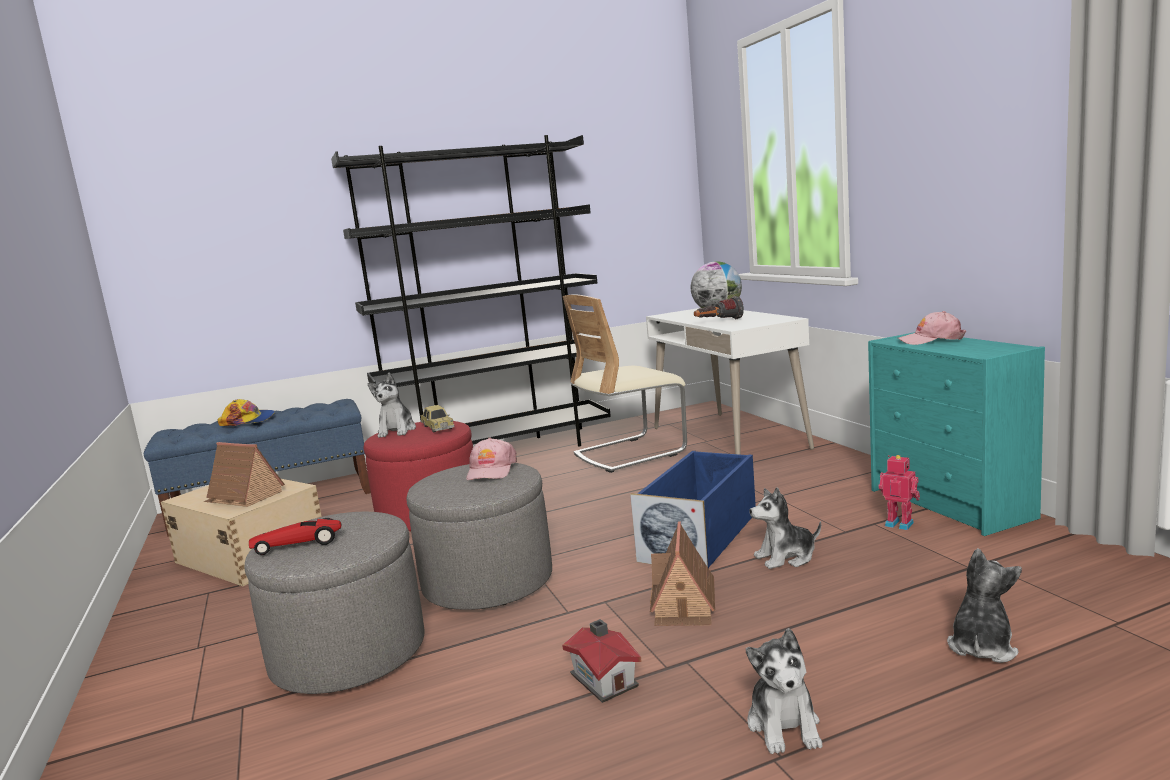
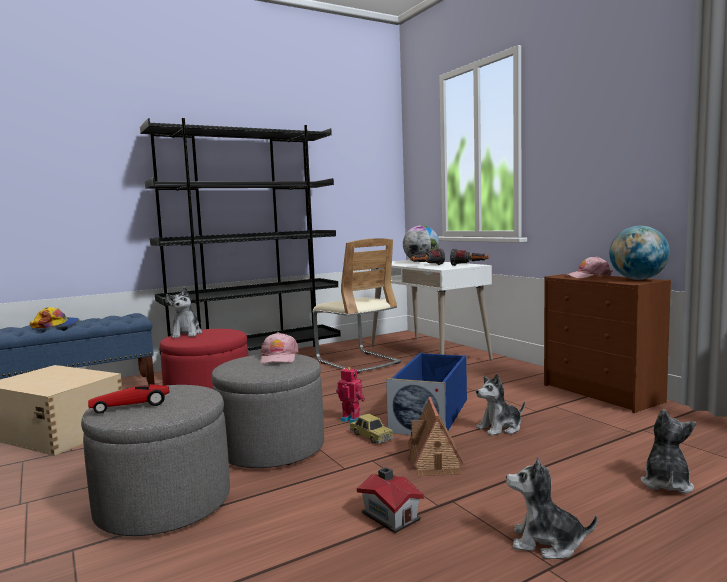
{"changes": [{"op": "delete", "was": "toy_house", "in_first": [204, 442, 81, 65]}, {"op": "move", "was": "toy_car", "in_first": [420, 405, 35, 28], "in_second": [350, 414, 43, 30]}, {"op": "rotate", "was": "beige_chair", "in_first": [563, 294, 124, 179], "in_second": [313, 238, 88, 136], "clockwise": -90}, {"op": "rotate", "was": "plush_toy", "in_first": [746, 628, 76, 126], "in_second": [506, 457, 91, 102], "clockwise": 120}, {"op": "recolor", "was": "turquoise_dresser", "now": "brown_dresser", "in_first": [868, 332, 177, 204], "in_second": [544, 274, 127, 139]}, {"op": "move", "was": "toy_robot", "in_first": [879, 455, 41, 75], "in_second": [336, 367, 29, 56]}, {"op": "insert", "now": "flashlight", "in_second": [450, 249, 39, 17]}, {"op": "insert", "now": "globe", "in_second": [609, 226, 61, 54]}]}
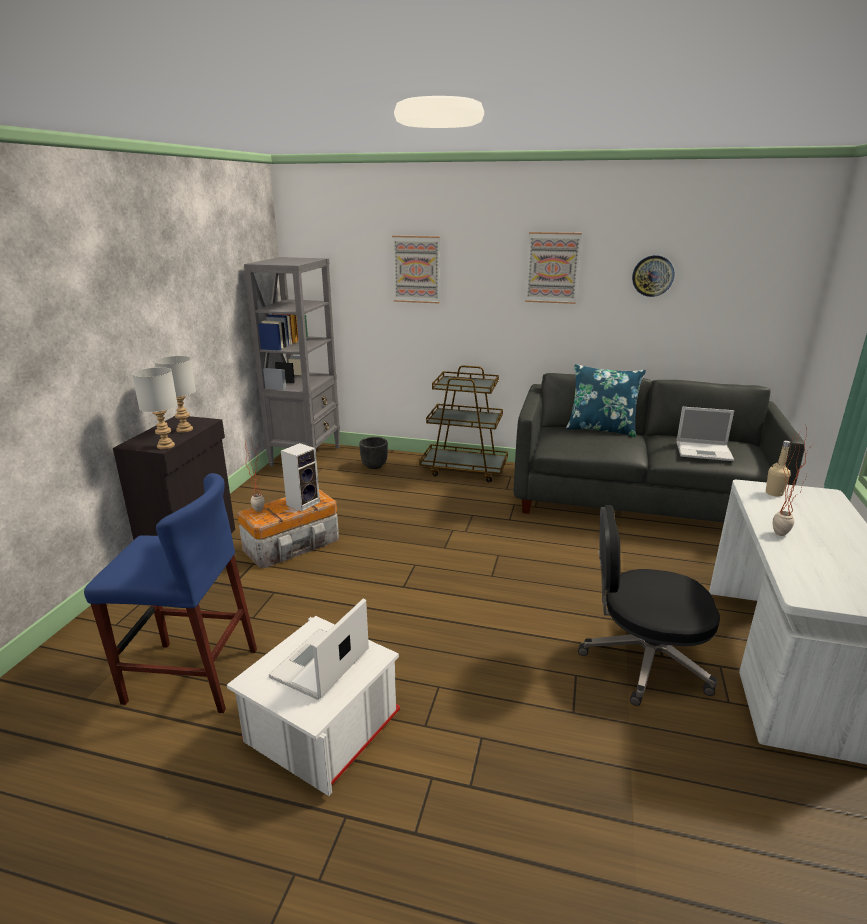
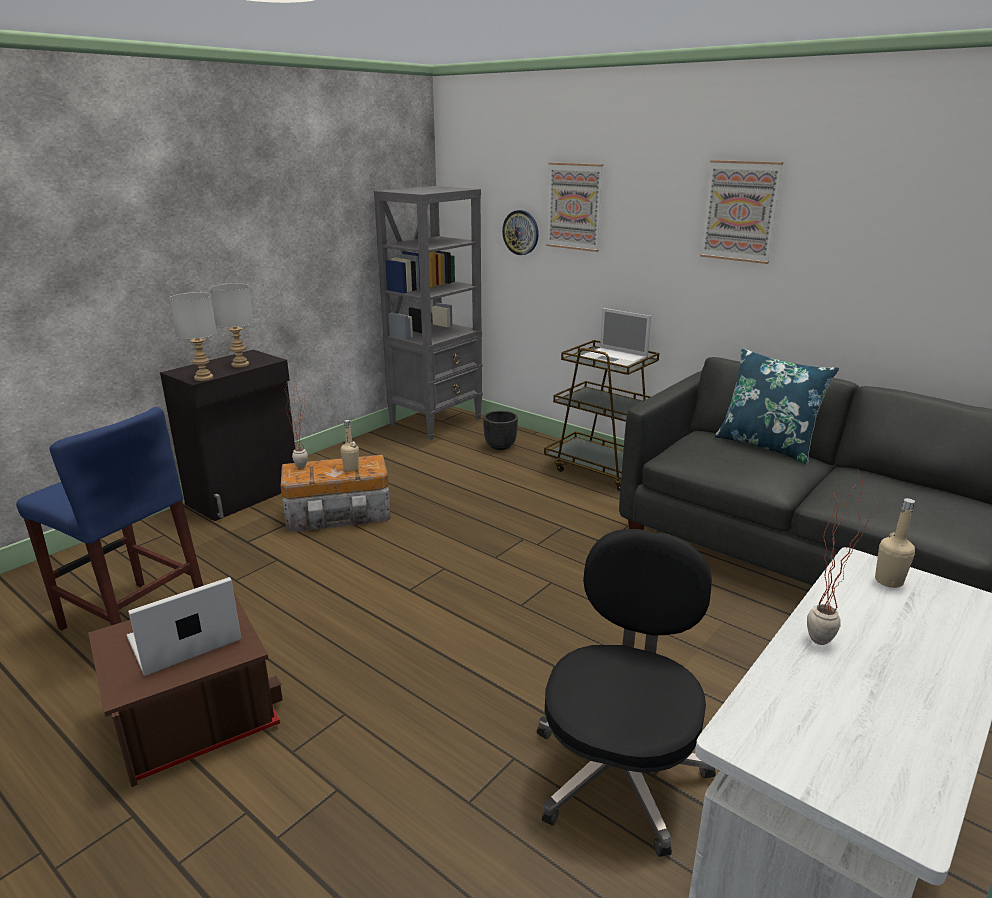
{"changes": [{"op": "recolor", "was": "white_storage_box", "now": "brown_storage_box", "in_first": [227, 616, 173, 180], "in_second": [88, 591, 195, 196]}, {"op": "replace", "was": "speaker", "now": "beige_bottle", "in_first": [281, 443, 39, 69], "in_second": [340, 420, 19, 52]}, {"op": "rotate", "was": "black_office_chair", "in_first": [578, 505, 142, 201], "in_second": [537, 529, 179, 328], "clockwise": 75}, {"op": "move", "was": "wall_clock", "in_first": [632, 255, 42, 42], "in_second": [502, 210, 37, 45]}, {"op": "move", "was": "laptop", "in_first": [677, 407, 57, 54], "in_second": [579, 308, 72, 61]}]}
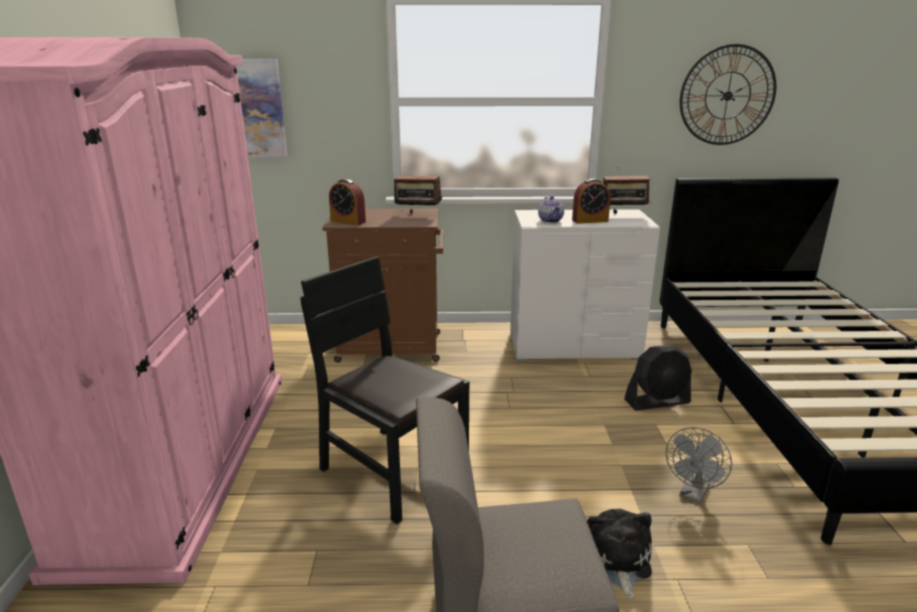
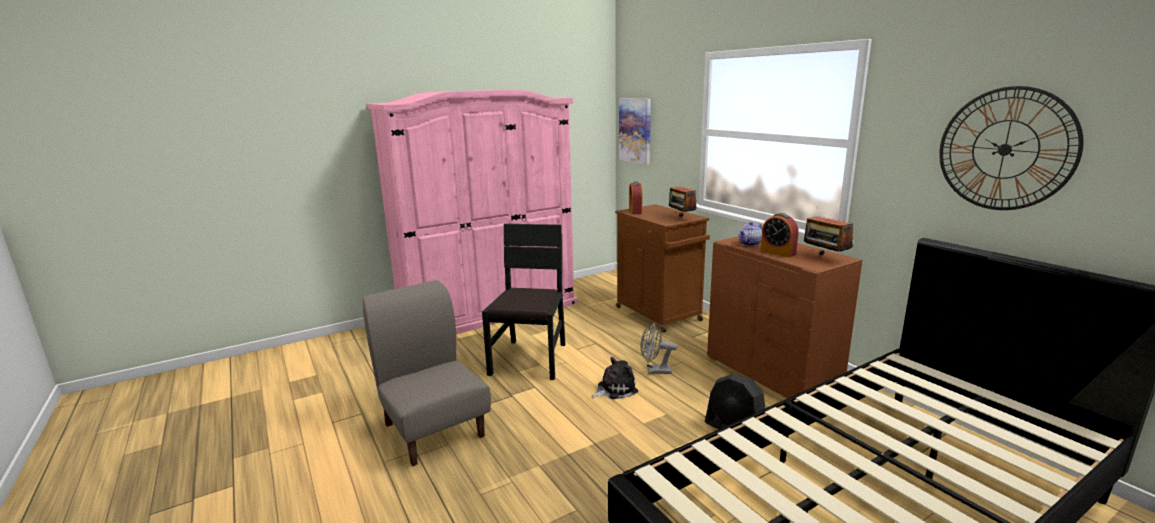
{"changes": [{"op": "recolor", "was": "white_dresser", "now": "brown_dresser", "in_first": [510, 209, 150, 152], "in_second": [707, 236, 155, 162]}, {"op": "move", "was": "plush_toy", "in_first": [587, 509, 65, 90], "in_second": [592, 357, 46, 42]}, {"op": "move", "was": "grey_fan", "in_first": [666, 427, 66, 77], "in_second": [641, 323, 36, 51]}]}
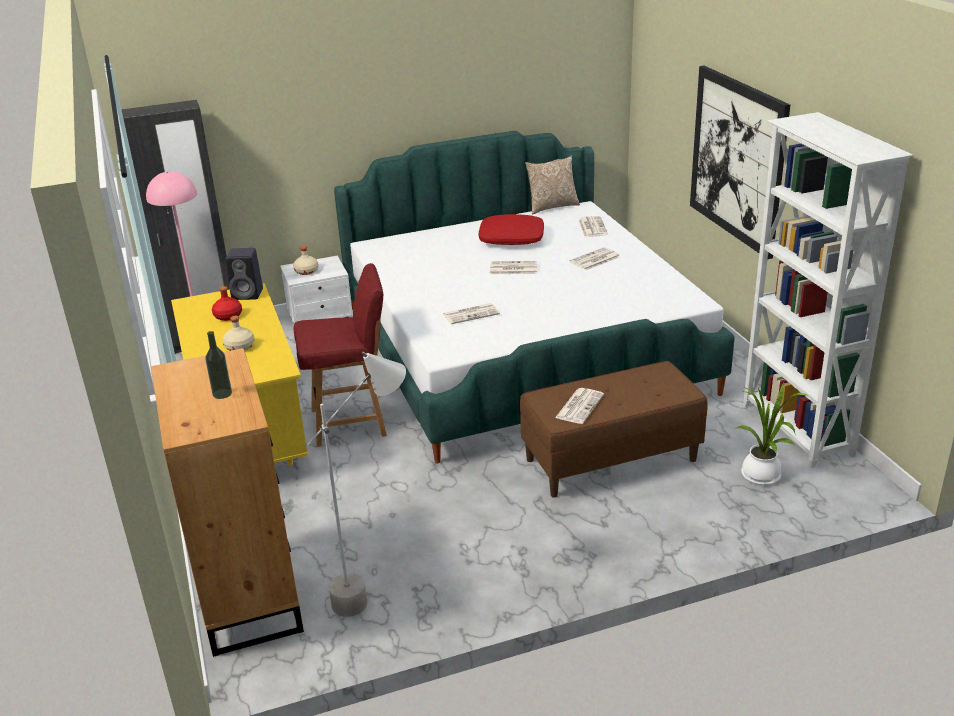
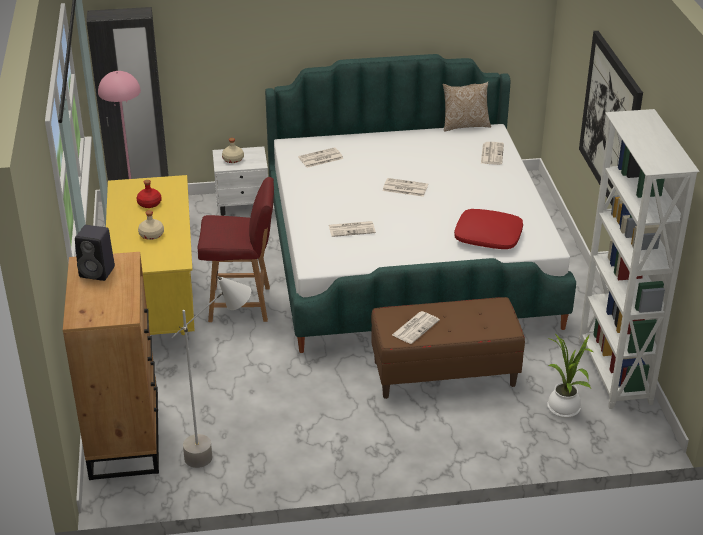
{"changes": [{"op": "delete", "was": "bottle", "in_first": [205, 331, 27, 68]}, {"op": "move", "was": "black_speaker", "in_first": [226, 248, 37, 52], "in_second": [75, 225, 40, 56]}, {"op": "move", "was": "red_pillow", "in_first": [478, 214, 66, 31], "in_second": [454, 209, 69, 40]}, {"op": "move", "was": "newspaper", "in_first": [570, 247, 50, 23], "in_second": [298, 147, 46, 21]}]}
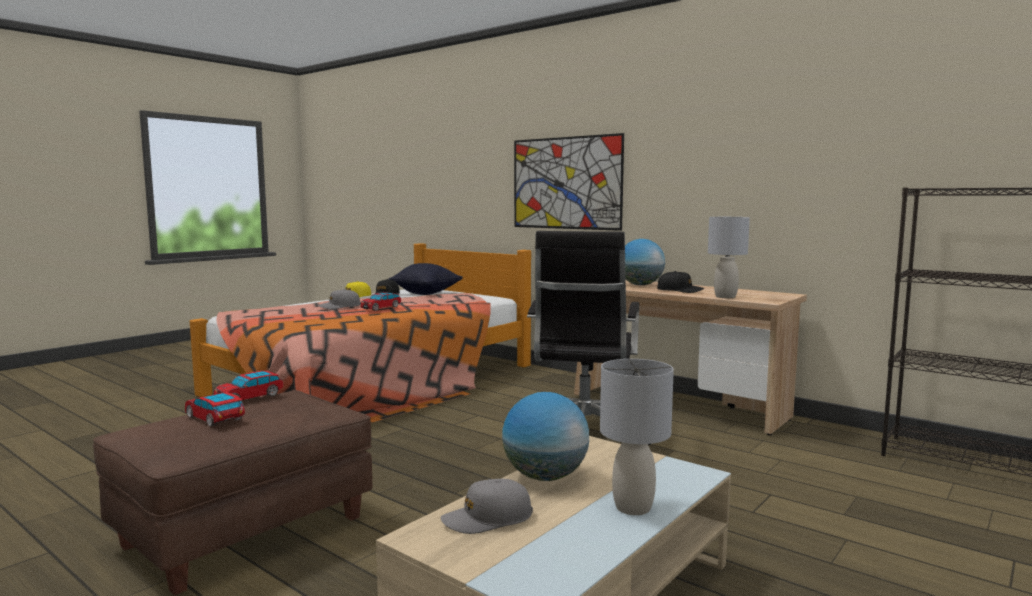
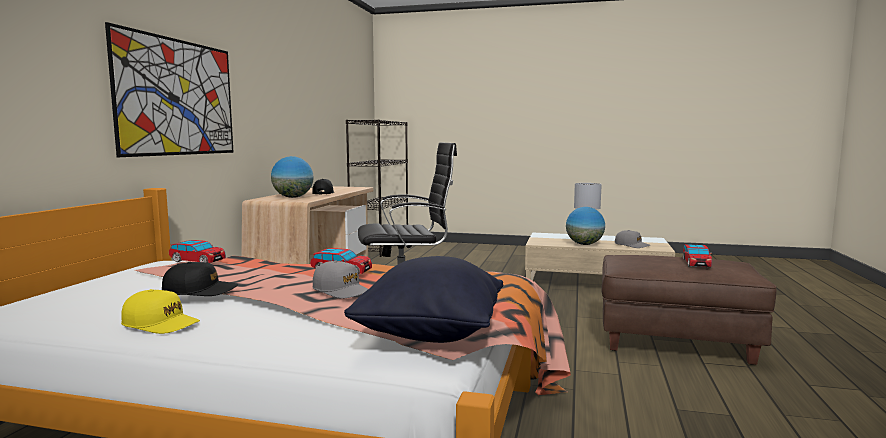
{"changes": [{"op": "move", "was": "toy_car", "in_first": [214, 371, 69, 30], "in_second": [169, 240, 57, 23]}, {"op": "move", "was": "black_pillow", "in_first": [389, 263, 74, 32], "in_second": [344, 256, 159, 87]}, {"op": "delete", "was": "grey_table_lamp", "in_first": [708, 217, 42, 81]}]}
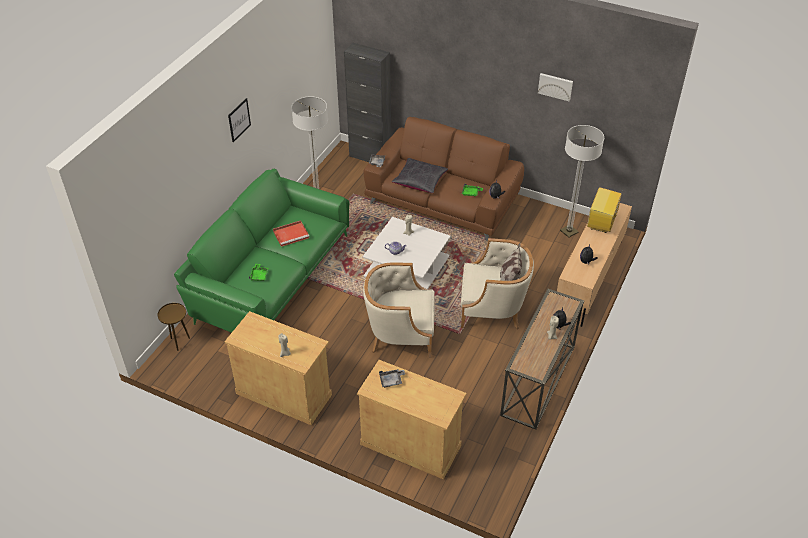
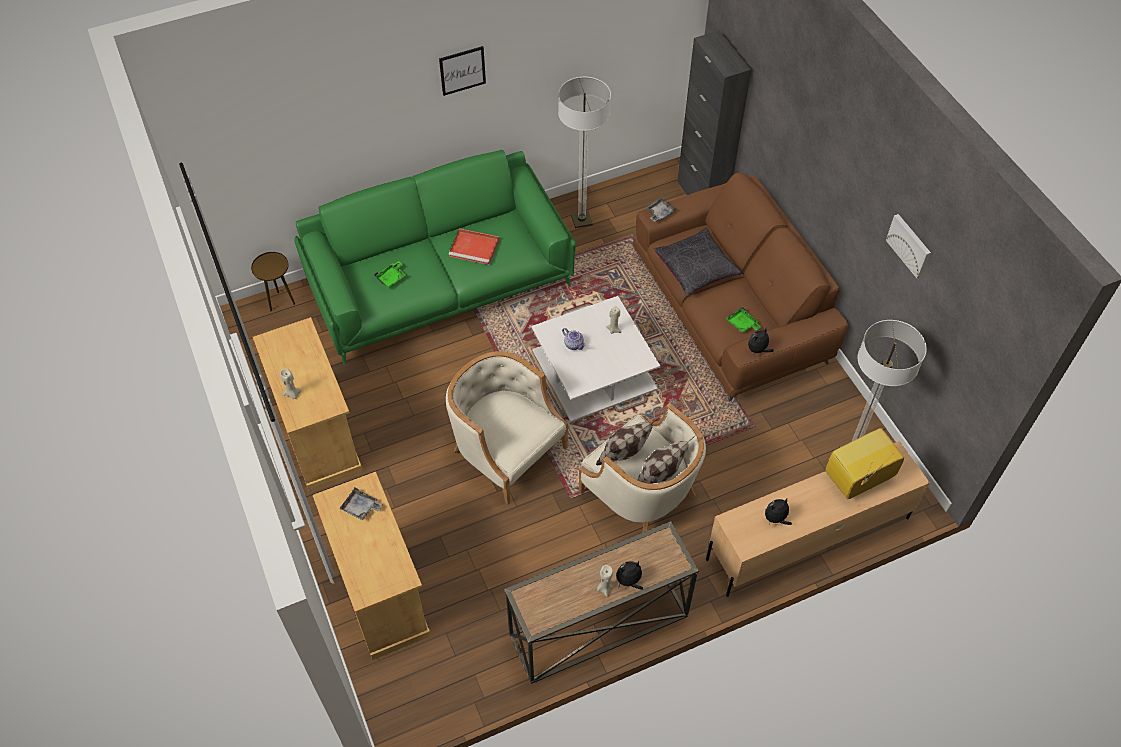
{"changes": [{"op": "insert", "now": "pillow", "in_second": [596, 418, 63, 47]}]}
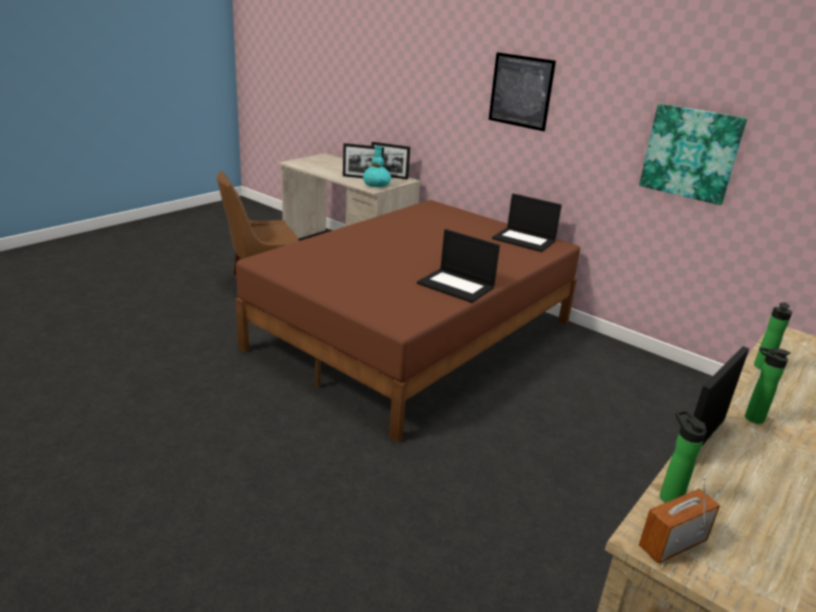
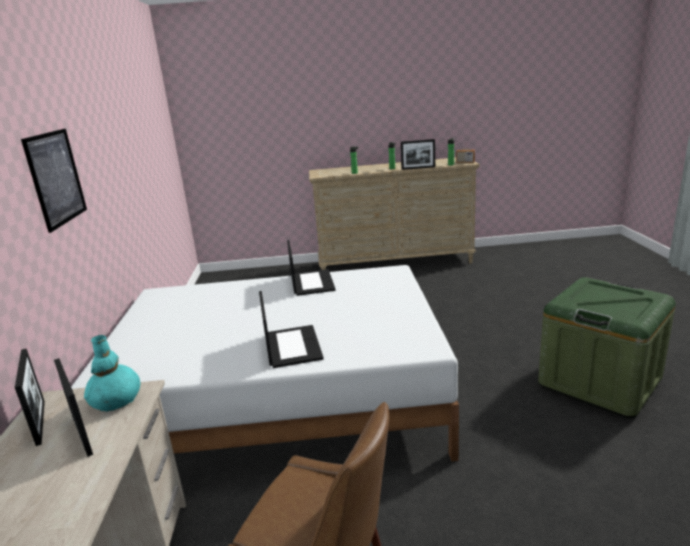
{"changes": [{"op": "recolor", "was": "brown_bed", "now": "white_bed", "in_first": [236, 200, 344, 242], "in_second": [71, 265, 388, 196]}, {"op": "move", "was": "laptop", "in_first": [492, 193, 70, 59], "in_second": [259, 291, 65, 77]}, {"op": "delete", "was": "picture", "in_first": [639, 103, 108, 102]}, {"op": "insert", "now": "green_storage_box", "in_second": [538, 277, 138, 141]}]}
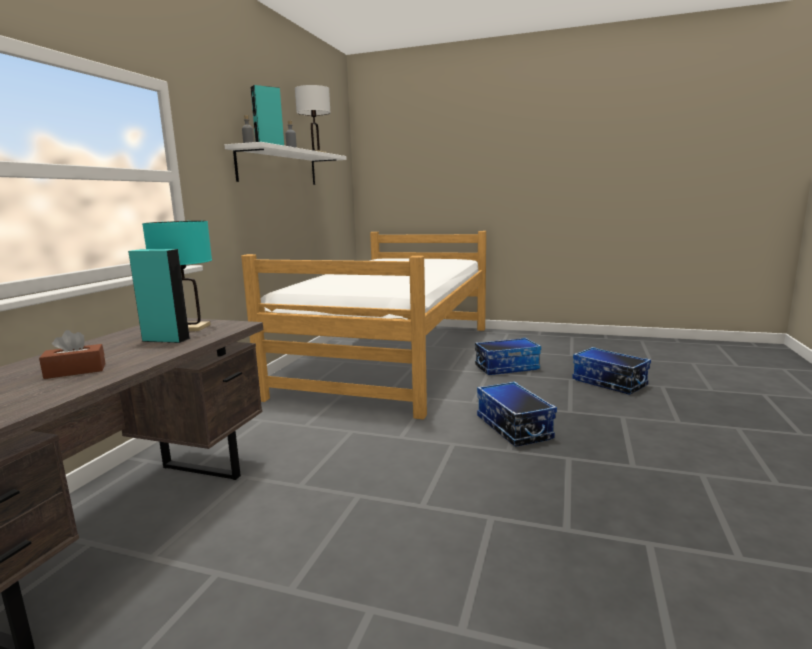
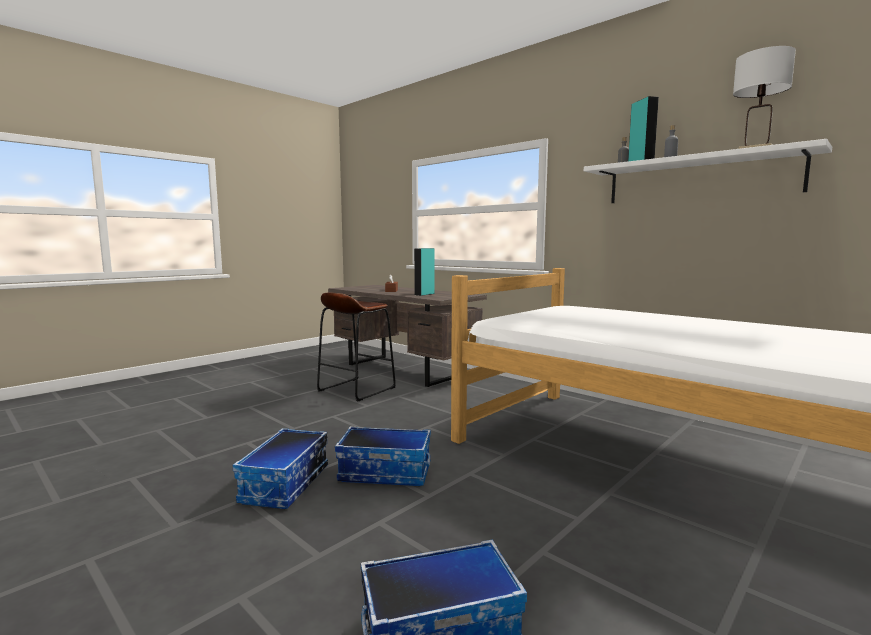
{"changes": [{"op": "delete", "was": "turquoise_table_lamp", "in_first": [142, 221, 70, 110]}, {"op": "move", "was": "storage_box", "in_first": [475, 338, 66, 37], "in_second": [233, 428, 95, 81]}, {"op": "insert", "now": "brown_stool", "in_second": [317, 292, 79, 109]}]}
